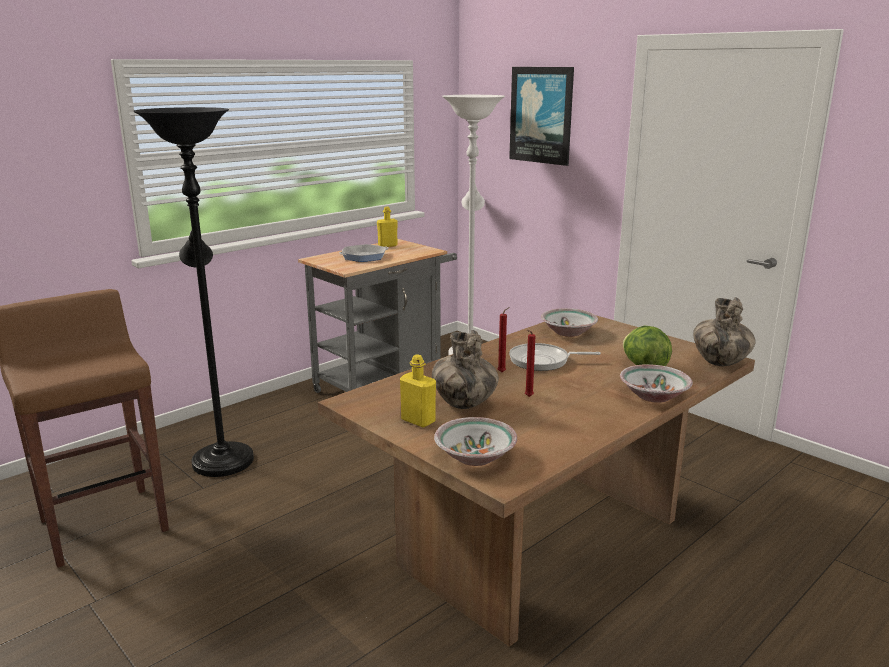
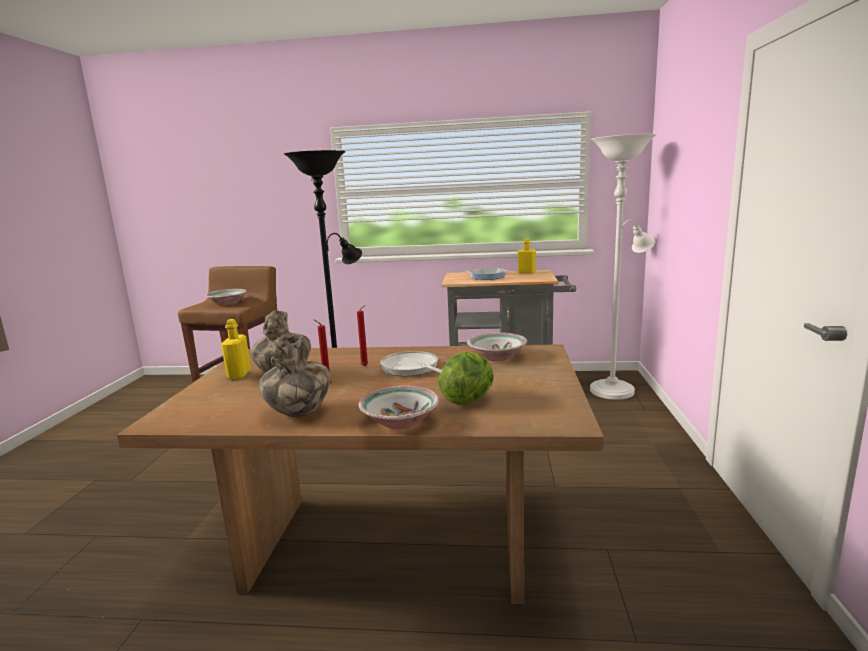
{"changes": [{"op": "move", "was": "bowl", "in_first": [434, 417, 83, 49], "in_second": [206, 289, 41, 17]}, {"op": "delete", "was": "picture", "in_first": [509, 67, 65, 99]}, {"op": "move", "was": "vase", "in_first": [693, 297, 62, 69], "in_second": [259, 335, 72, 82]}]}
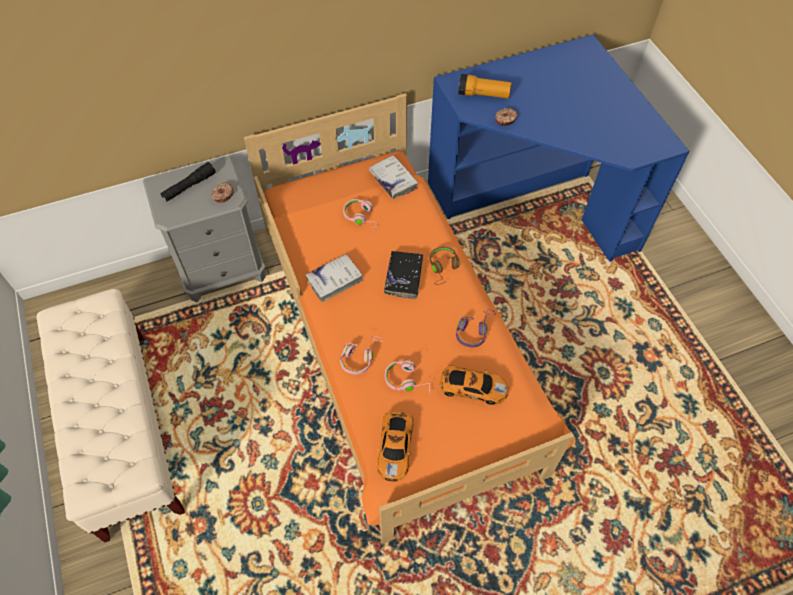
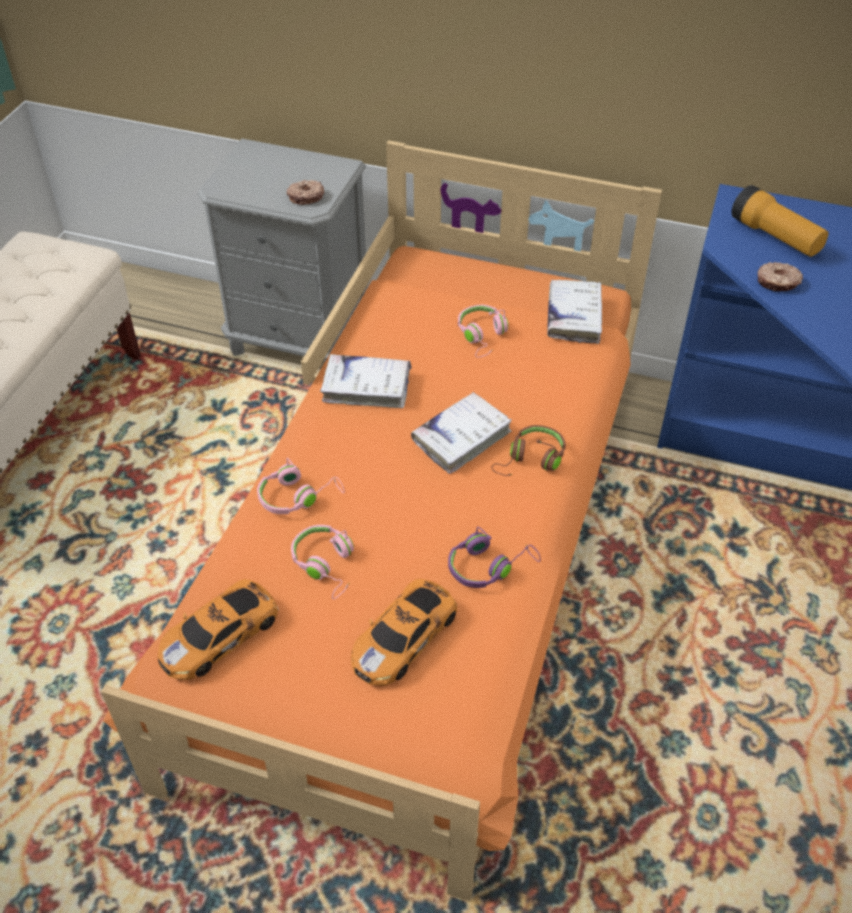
{"changes": [{"op": "delete", "was": "black_flashlight", "in_first": [160, 162, 56, 40]}, {"op": "recolor", "was": "black_book", "now": "white_book", "in_first": [384, 251, 39, 48], "in_second": [411, 392, 101, 82]}, {"op": "rotate", "was": "toy_car", "in_first": [440, 365, 68, 40], "in_second": [351, 579, 106, 107], "clockwise": 75}]}
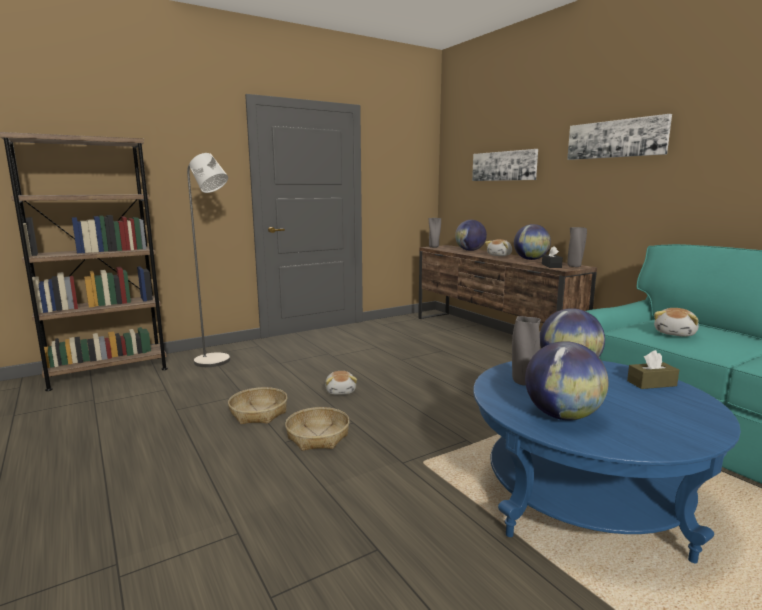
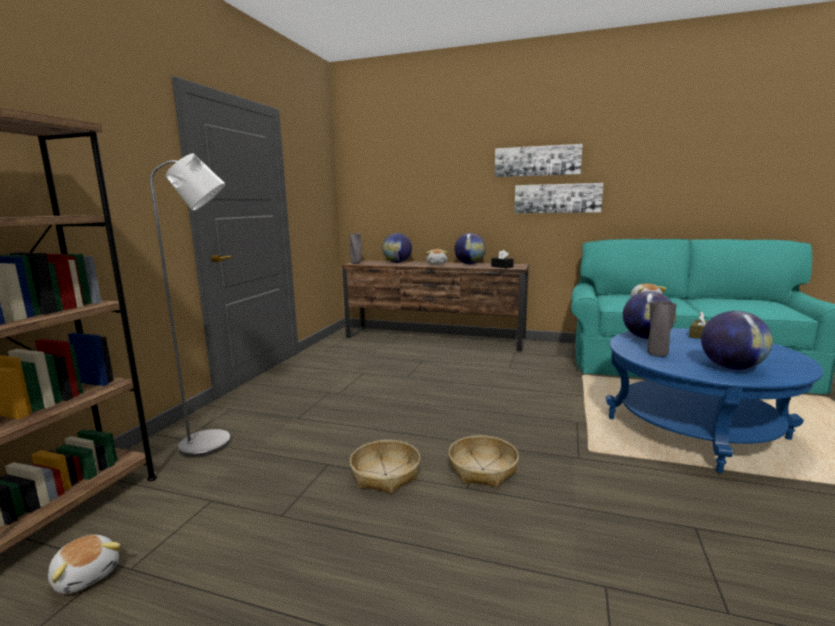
{"changes": [{"op": "move", "was": "plush_toy", "in_first": [325, 371, 32, 24], "in_second": [48, 535, 73, 59]}, {"op": "move", "was": "picture", "in_first": [472, 149, 66, 32], "in_second": [514, 183, 89, 30]}, {"op": "delete", "was": "grey_vase", "in_first": [567, 227, 20, 40]}]}
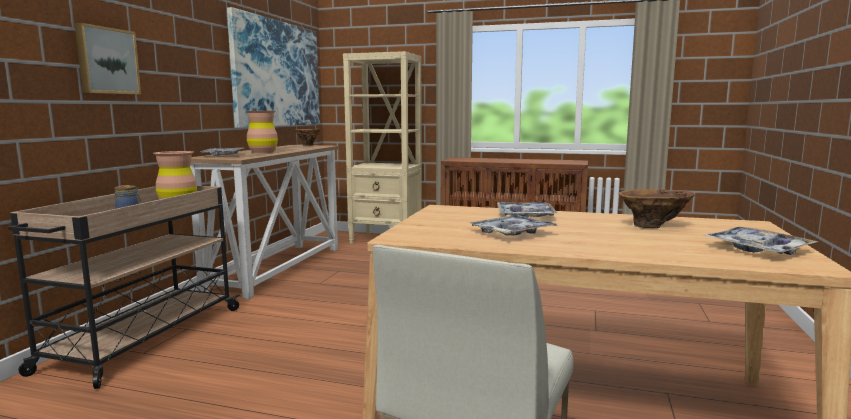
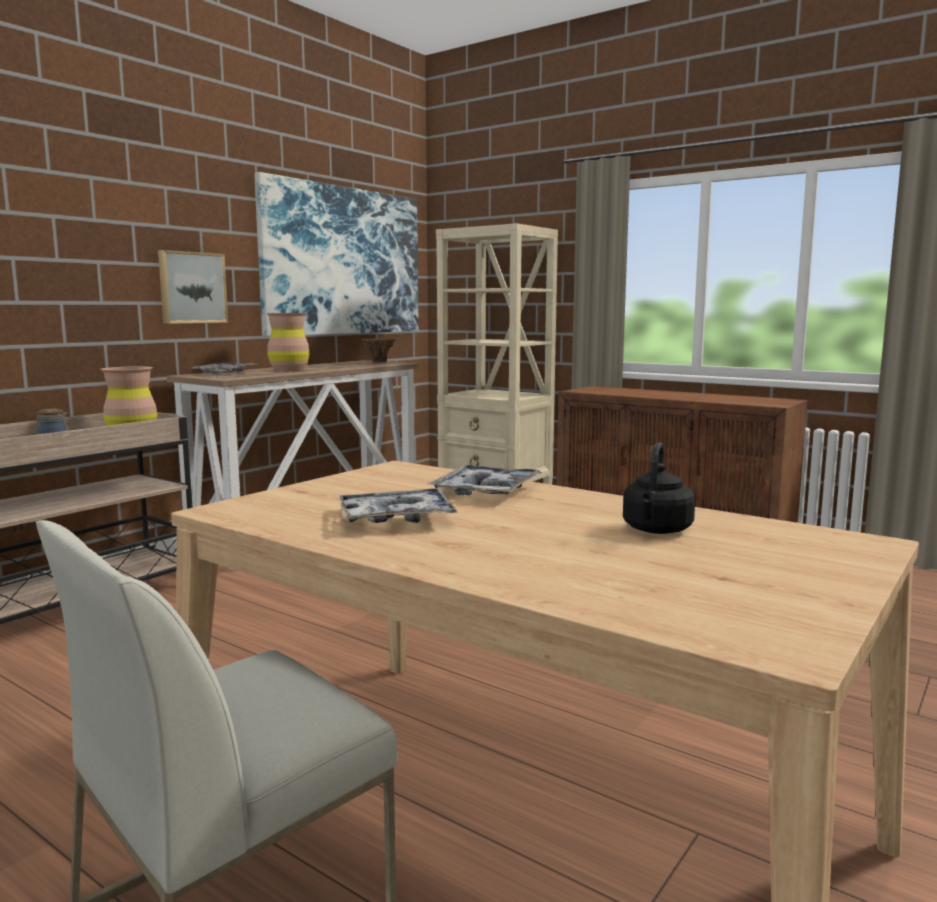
{"changes": [{"op": "move", "was": "picture", "in_first": [75, 23, 66, 71], "in_second": [158, 250, 70, 74]}, {"op": "replace", "was": "brown_vase", "now": "black_kettle", "in_first": [618, 189, 77, 39], "in_second": [623, 442, 72, 92]}, {"op": "delete", "was": "tray", "in_first": [704, 227, 115, 28]}]}
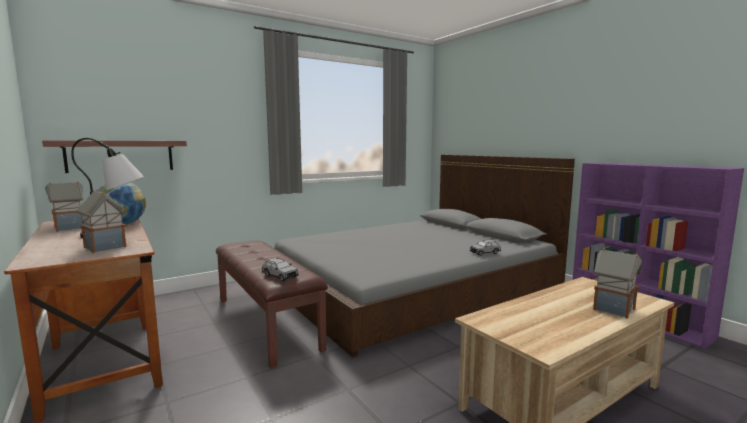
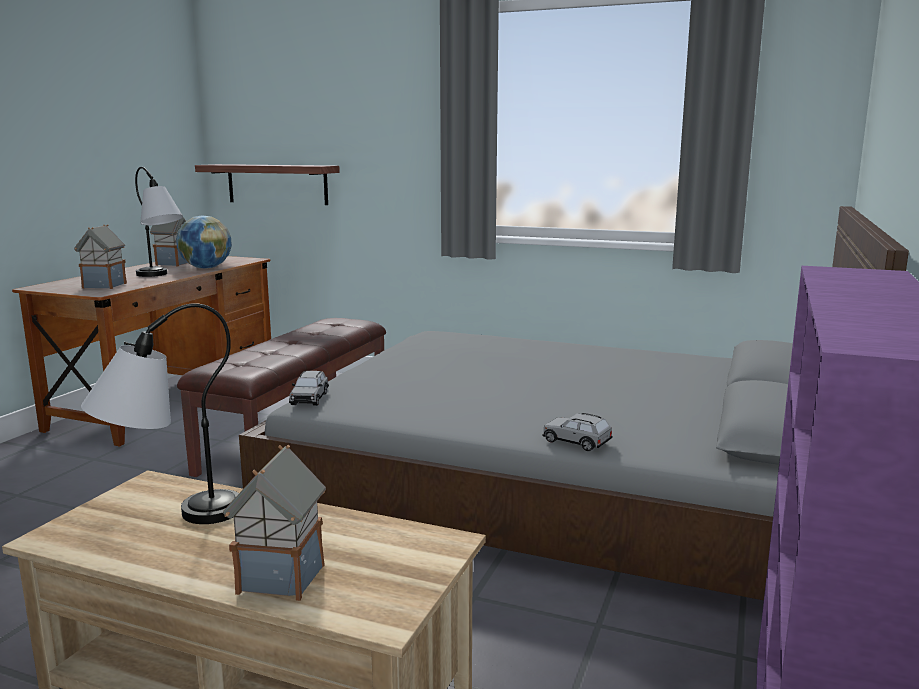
{"changes": [{"op": "move", "was": "grey_toy_car", "in_first": [262, 258, 37, 24], "in_second": [289, 371, 40, 35]}, {"op": "insert", "now": "table_lamp", "in_second": [81, 303, 158, 221]}]}
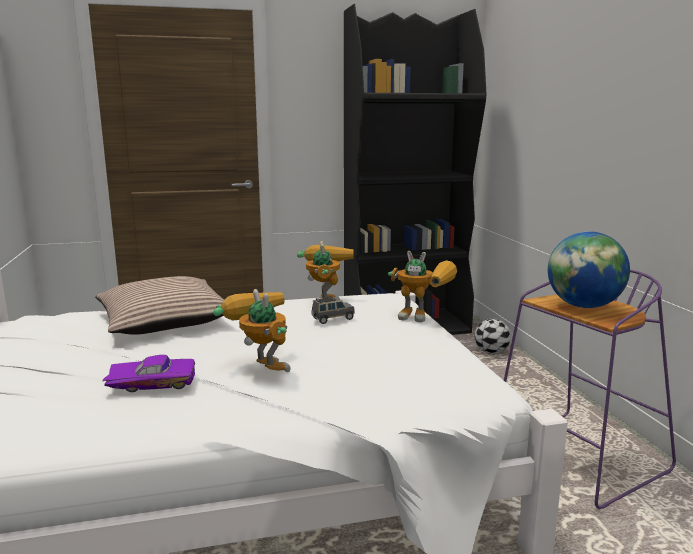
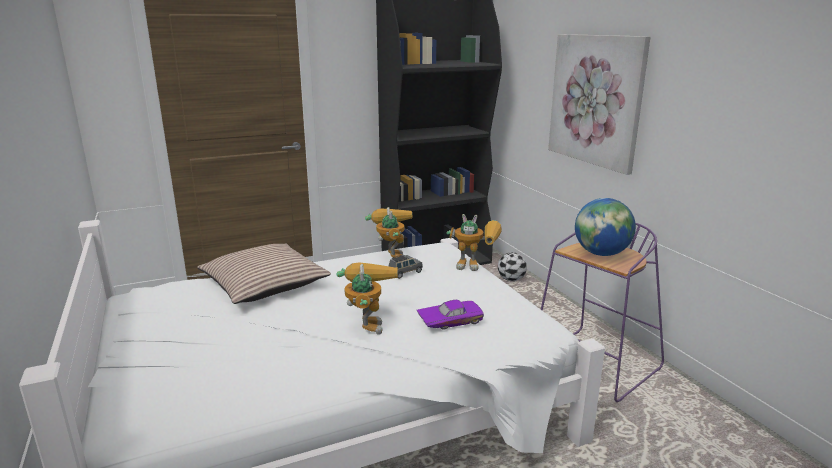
{"changes": [{"op": "move", "was": "purple_toy_car", "in_first": [102, 355, 93, 37], "in_second": [417, 300, 67, 30]}, {"op": "rotate", "was": "toy_robot", "in_first": [213, 289, 78, 83], "in_second": [336, 263, 62, 72], "clockwise": 45}, {"op": "insert", "now": "picture", "in_second": [548, 34, 102, 141]}]}
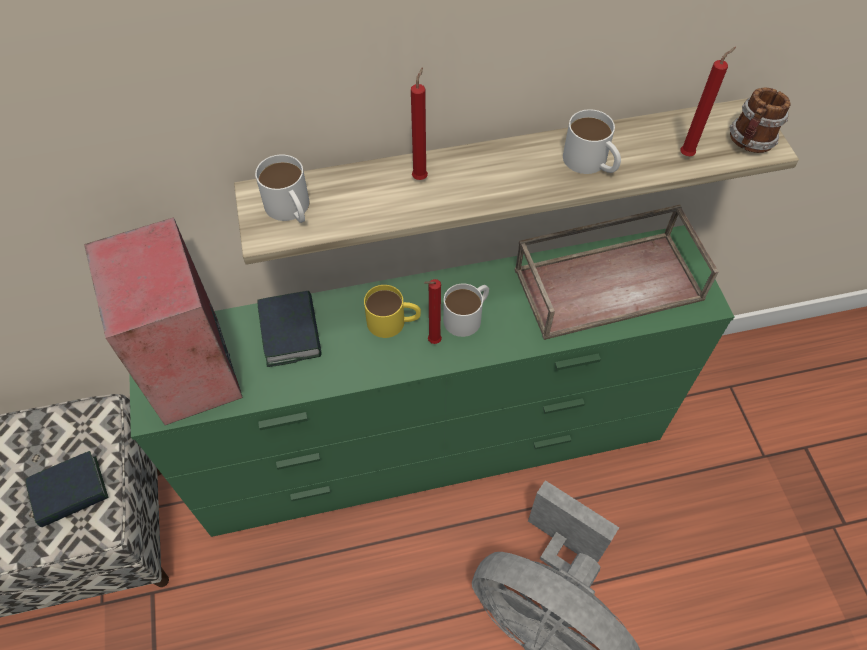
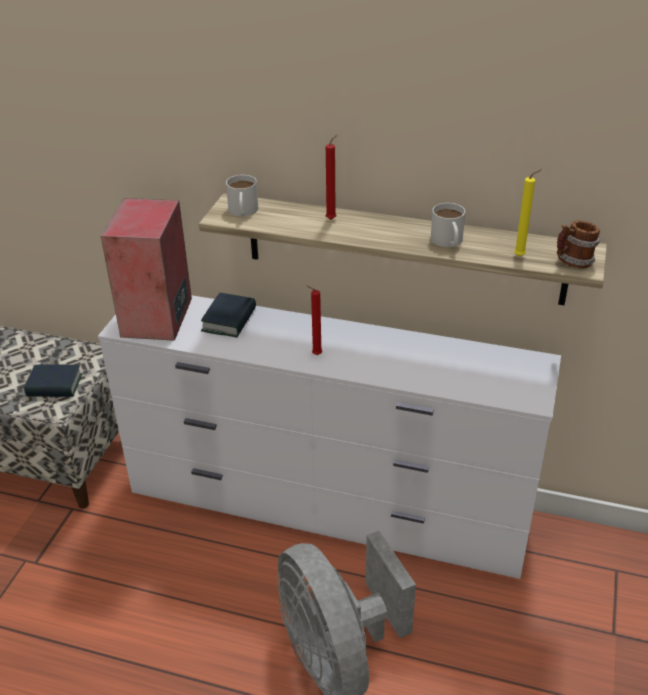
{"changes": [{"op": "recolor", "was": "green_dresser", "now": "white_dresser", "in_first": [129, 225, 605, 312], "in_second": [98, 295, 463, 284]}, {"op": "delete", "was": "yellow_mug", "in_first": [364, 285, 57, 53]}, {"op": "delete", "was": "white_mug", "in_first": [443, 284, 46, 53]}, {"op": "delete", "was": "brown_tray", "in_first": [515, 205, 204, 135]}, {"op": "recolor", "was": "red_candle", "now": "yellow_candle", "in_first": [680, 47, 56, 109], "in_second": [514, 169, 28, 88]}]}
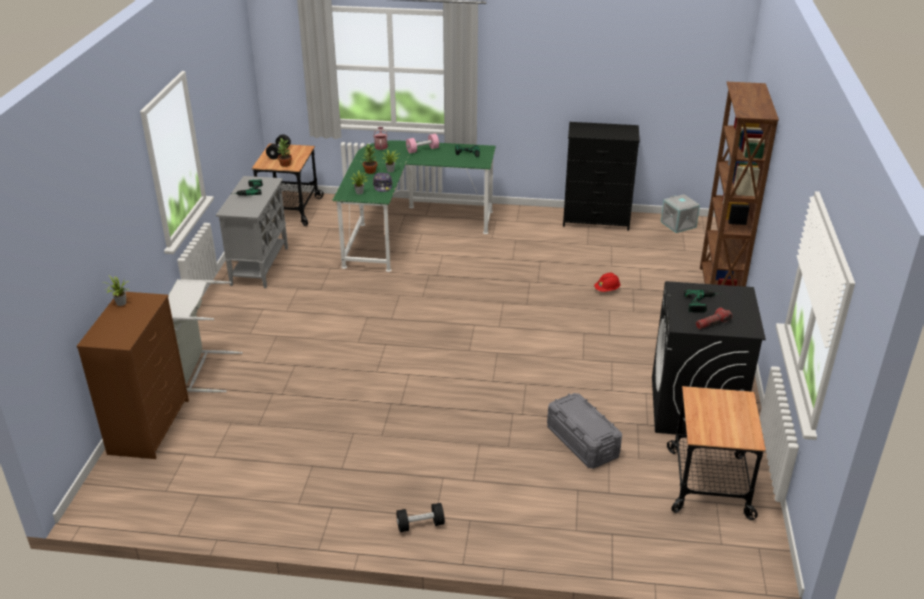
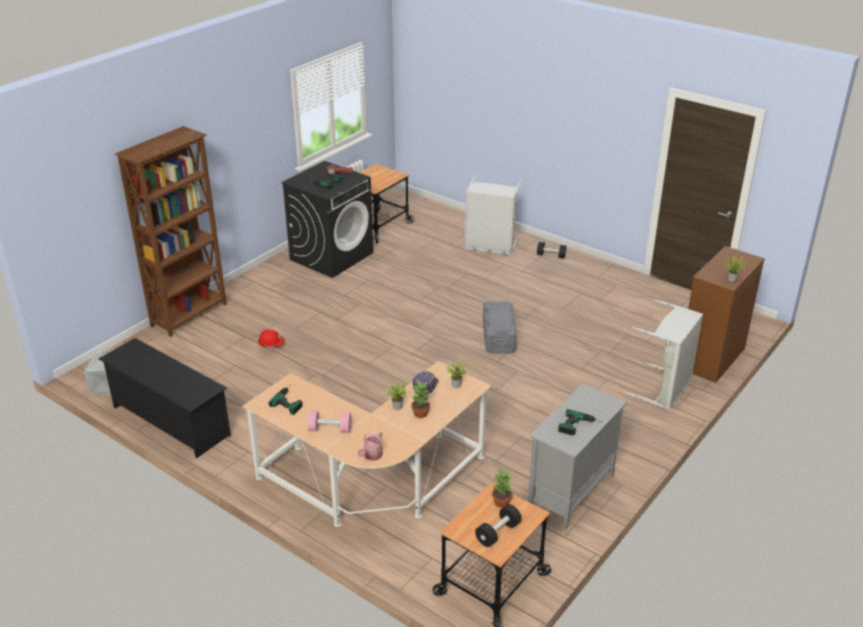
{"changes": [{"op": "recolor", "was": "green_desk", "now": "beige_desk", "in_first": [332, 140, 164, 132], "in_second": [242, 361, 250, 166]}, {"op": "move", "was": "grey_storage_box", "in_first": [547, 393, 75, 76], "in_second": [483, 301, 34, 52]}, {"op": "replace", "was": "black_dresser", "now": "black_shoe_rack", "in_first": [563, 122, 77, 109], "in_second": [99, 338, 132, 120]}, {"op": "insert", "now": "grey_laundry_basket", "in_second": [465, 175, 57, 81]}]}
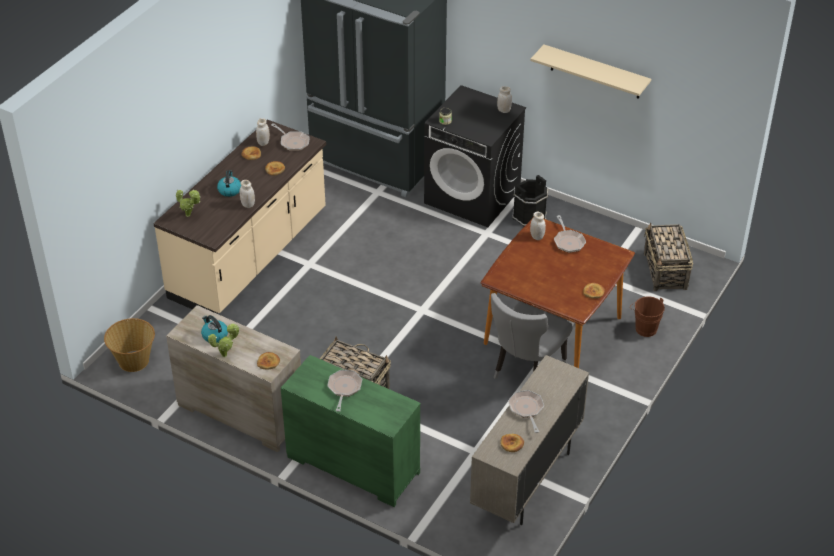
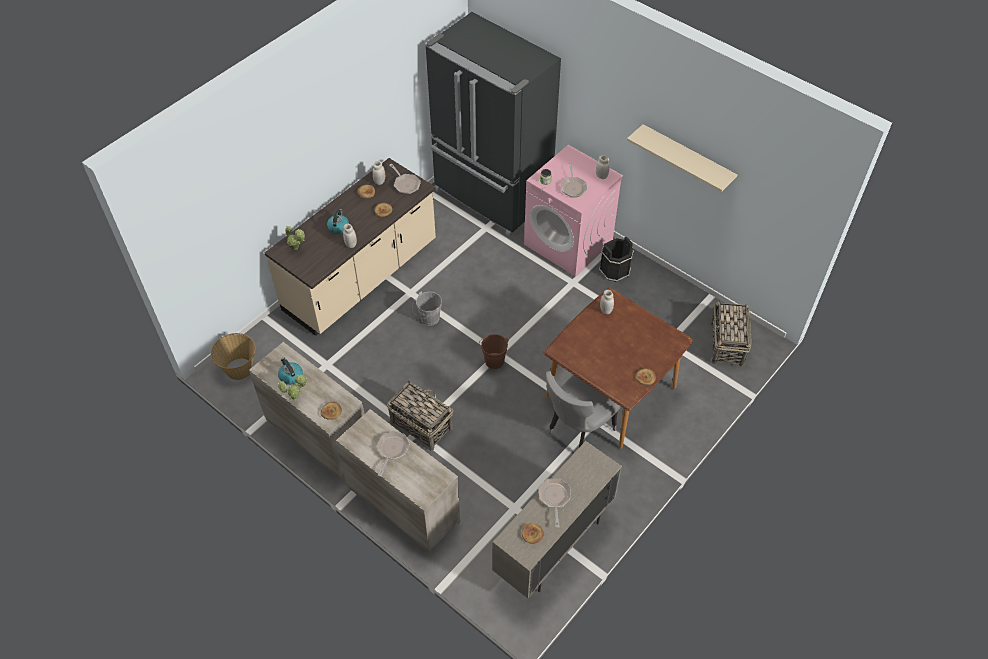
{"changes": [{"op": "recolor", "was": "green_dresser", "now": "beige_dresser", "in_first": [281, 355, 140, 152], "in_second": [336, 409, 124, 145]}, {"op": "recolor", "was": "black_washing_machine", "now": "pink_washing_machine", "in_first": [424, 85, 102, 142], "in_second": [524, 145, 99, 132]}, {"op": "move", "was": "frying_pan", "in_first": [554, 215, 32, 38], "in_second": [561, 163, 27, 34]}, {"op": "move", "was": "brown_bucket", "in_first": [630, 296, 35, 41], "in_second": [479, 334, 29, 35]}, {"op": "insert", "now": "grey_bucket", "in_second": [412, 291, 30, 35]}]}
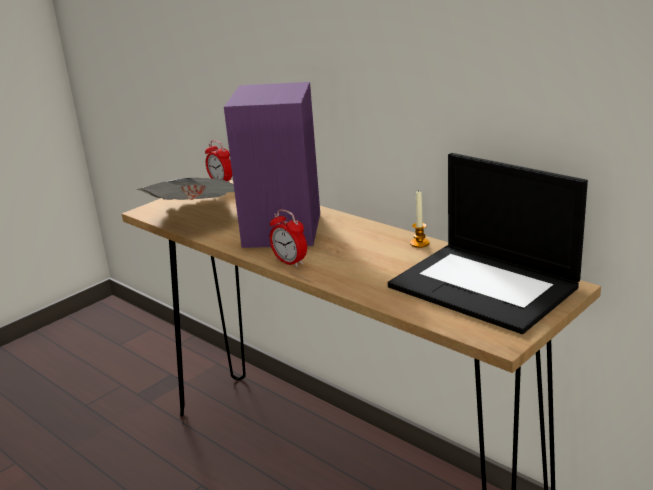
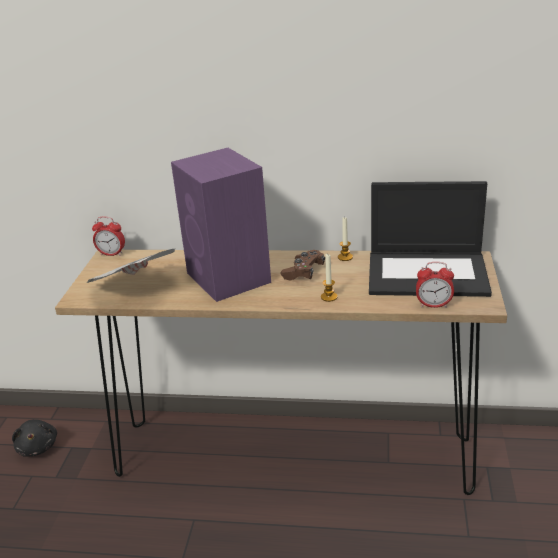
{"changes": [{"op": "move", "was": "alarm_clock", "in_first": [270, 209, 37, 58], "in_second": [416, 262, 38, 46]}, {"op": "insert", "now": "black_plush_toy", "in_second": [12, 419, 45, 37]}, {"op": "insert", "now": "brown_game_controller", "in_second": [280, 250, 45, 31]}, {"op": "insert", "now": "candle", "in_second": [321, 254, 17, 48]}]}
